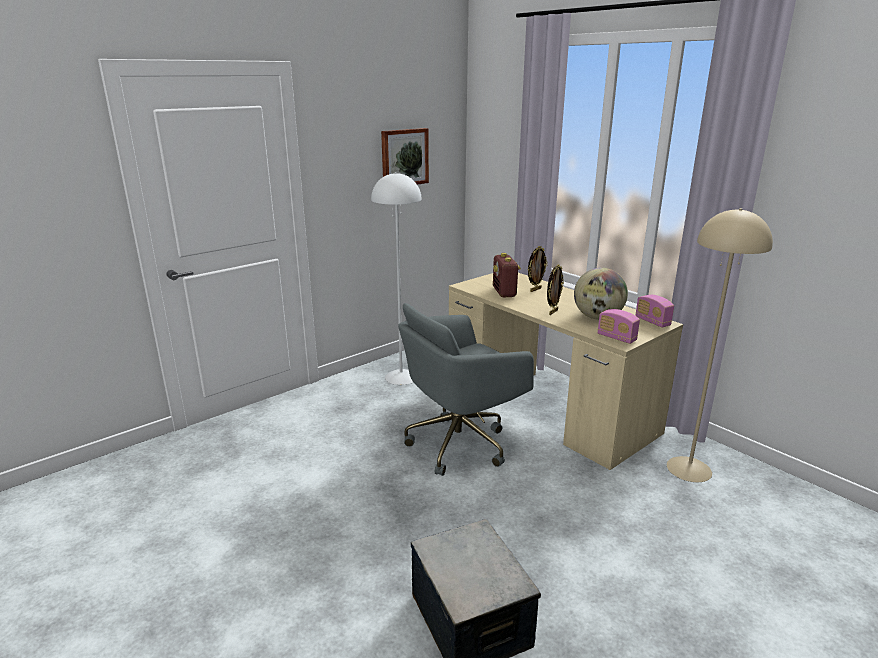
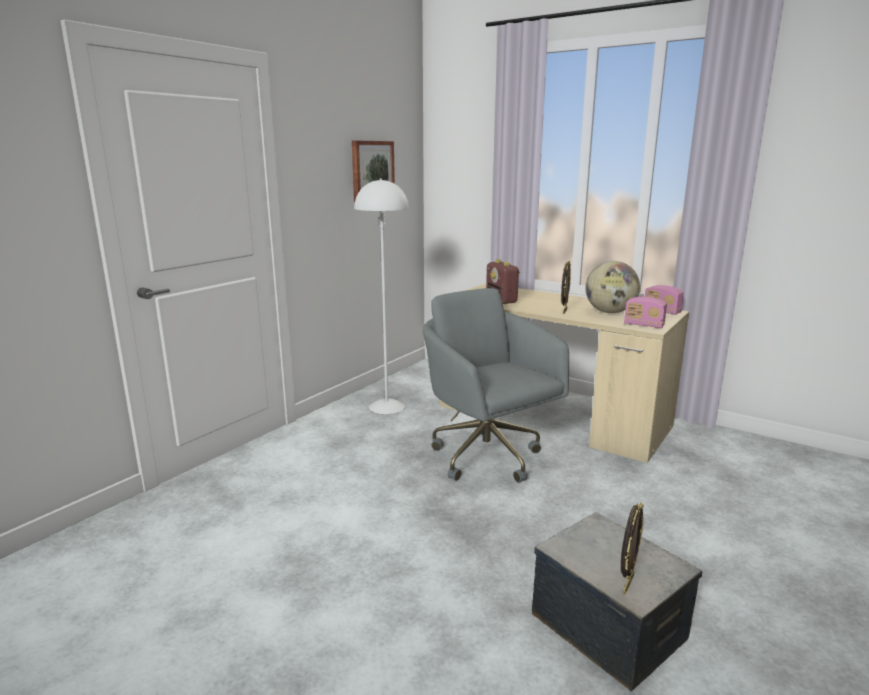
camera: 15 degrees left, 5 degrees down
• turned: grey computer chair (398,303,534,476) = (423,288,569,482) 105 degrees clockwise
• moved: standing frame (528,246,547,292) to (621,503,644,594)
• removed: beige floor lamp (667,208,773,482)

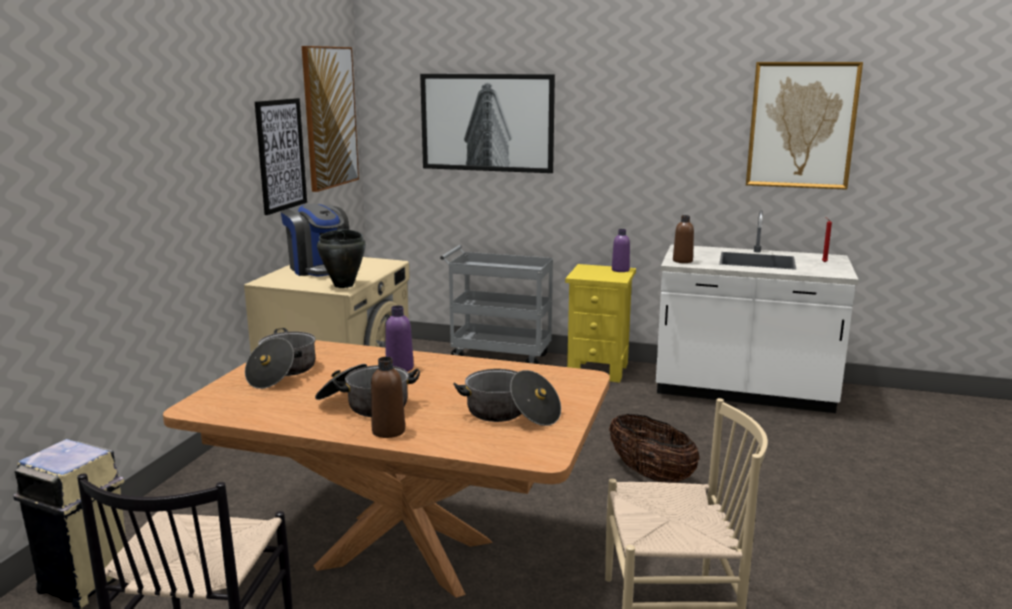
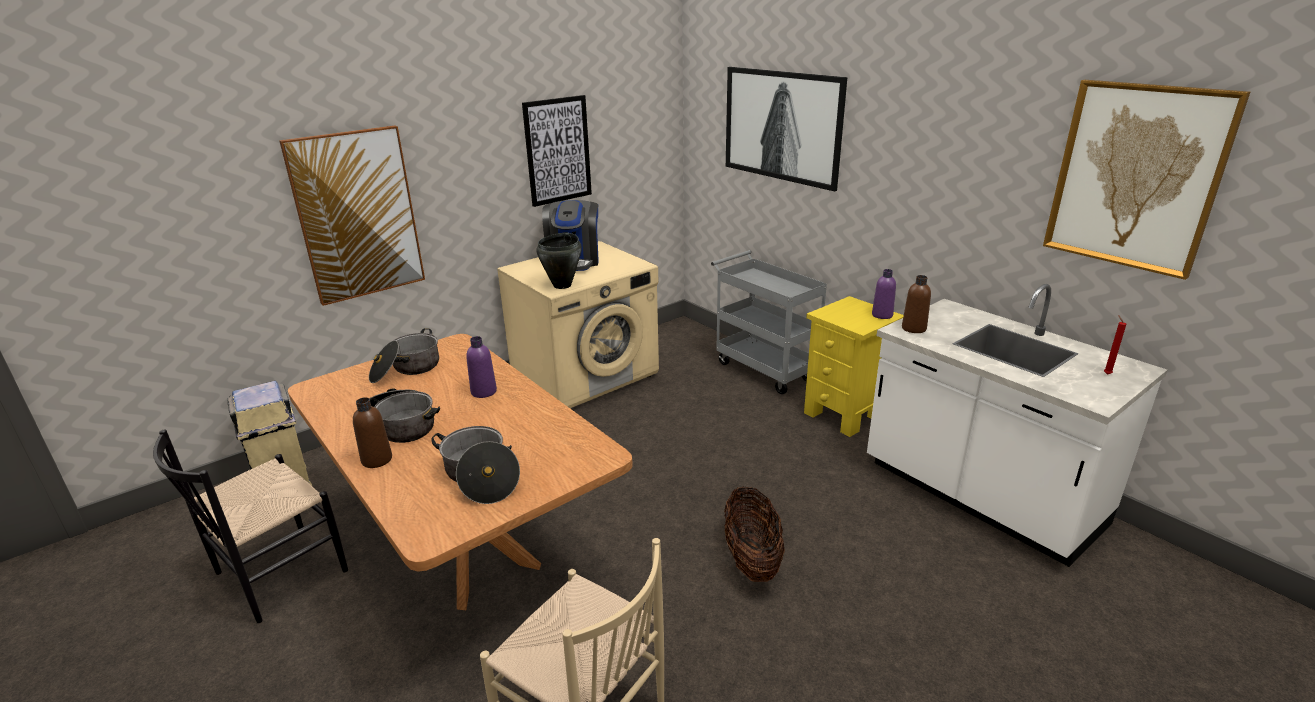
camera: 35 degrees right, 10 degrees up
• moved: picture (302,46,359,192) to (279,126,425,306)

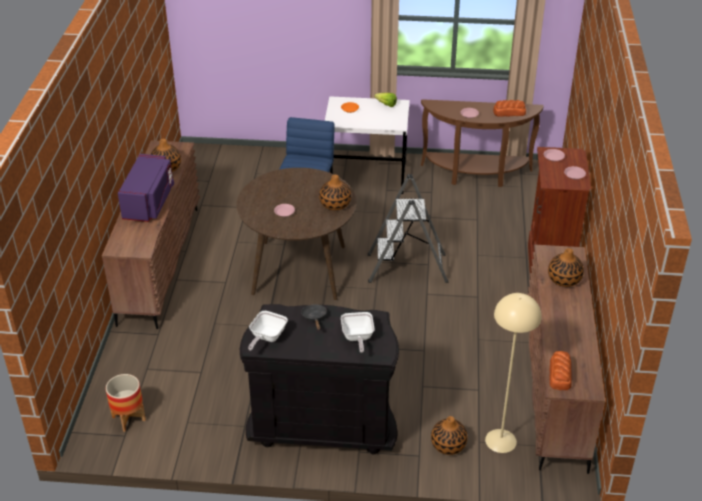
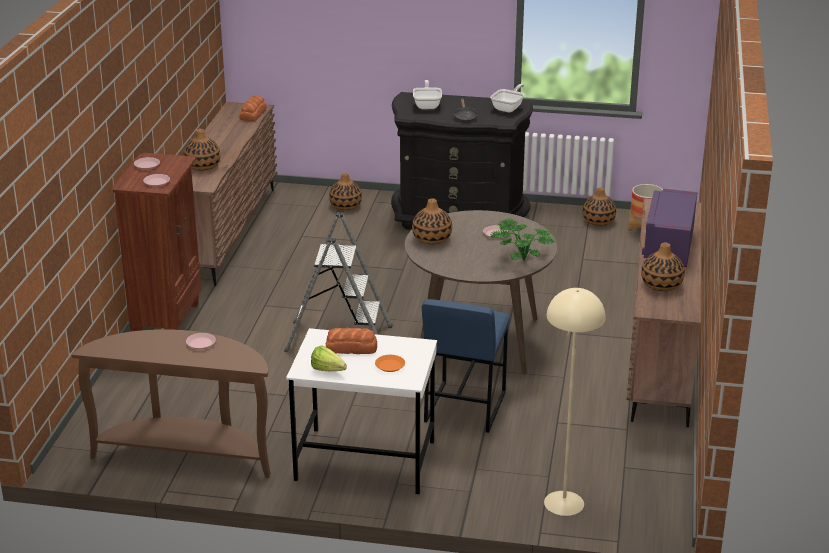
camera: 175 degrees left, 10 degrees down
• moved: beige floor lamp (485,293,542,453) to (544,288,605,516)
• moved: baked bread (493,100,526,117) to (326,328,377,354)
• added: potted plant (490,218,555,261)
• added: vase (583,187,616,226)

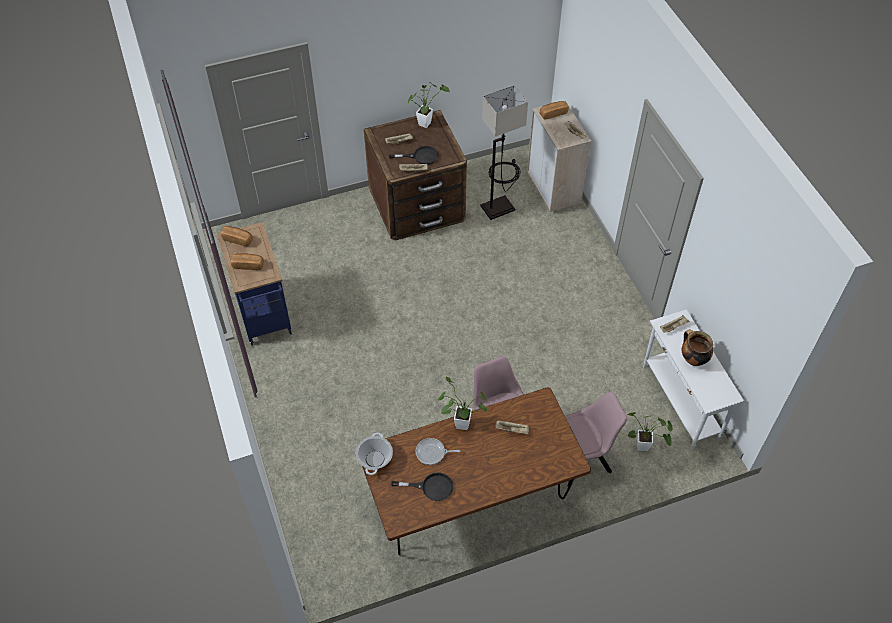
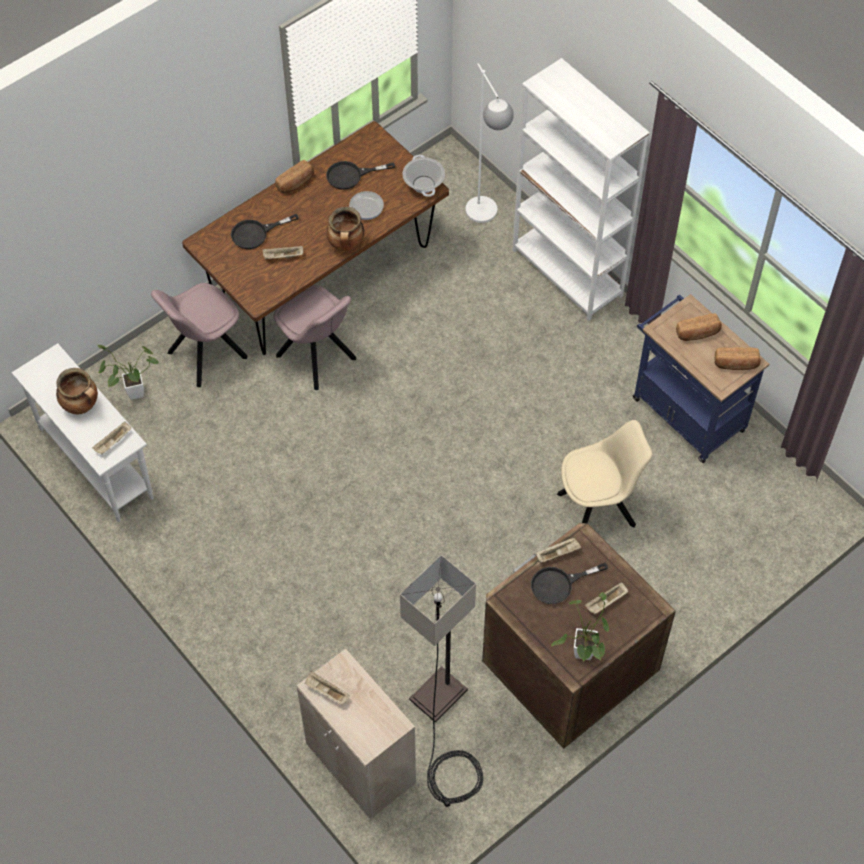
camera: 160 degrees right, 5 degrees up
• replaced: potted plant (438,376,487,430) to saucepot (326,207,364,252)
• moved: baked bread (540,101,569,119) to (275,160,314,194)
• added: black-coloured pan (231,214,299,249)
• added: whitish floor lamp (466,63,514,223)
• added: whitish shelving unit (513,58,650,321)
• added: beige plain chair (557,420,652,527)

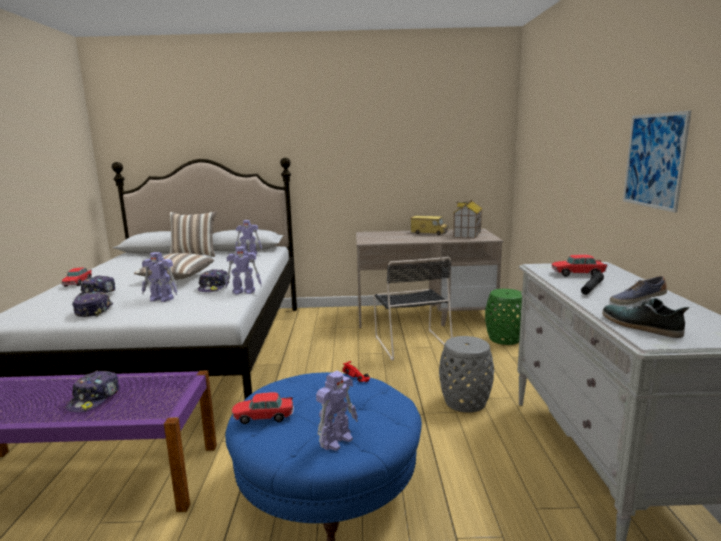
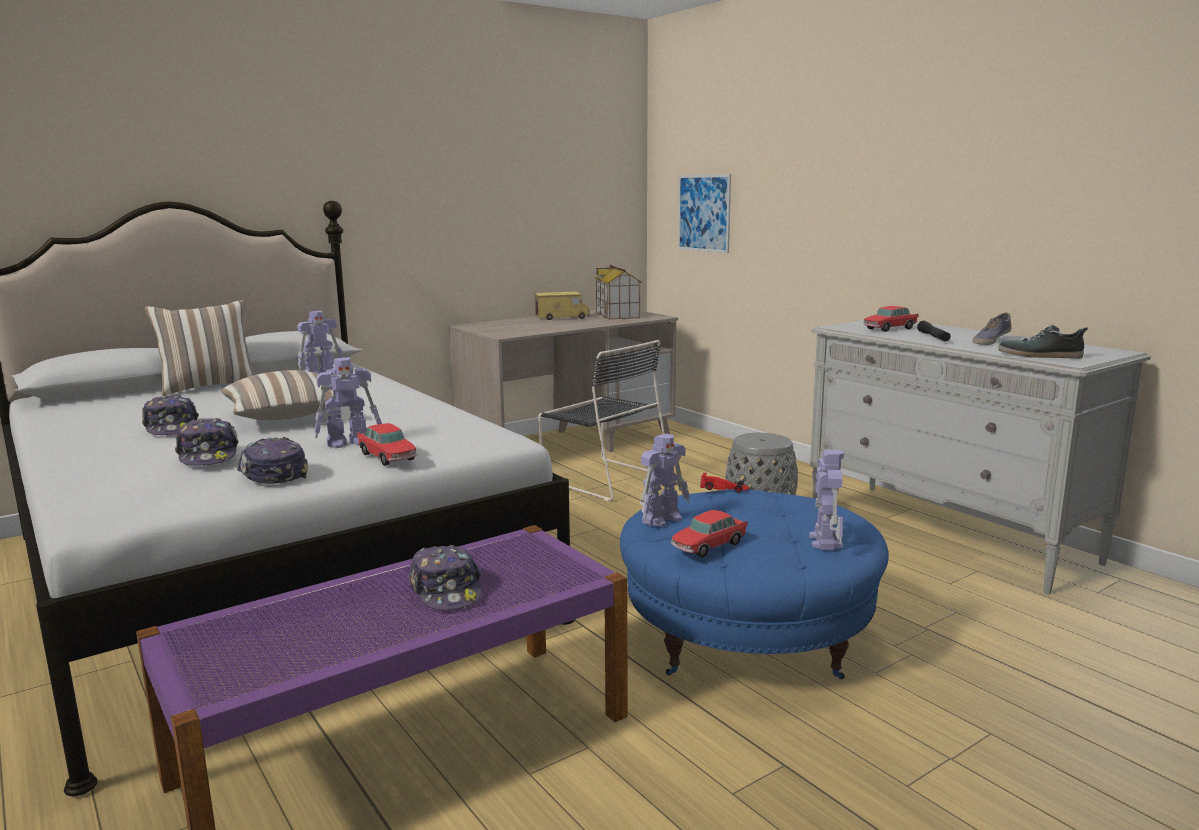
camera: 35 degrees left, 0 degrees up
• moved: miniature car (62,268,92,287) to (357,423,417,466)
• moved: peaked cap (198,269,229,292) to (142,395,199,435)
• moved: toy robot (225,246,262,295) to (640,433,690,527)
• removed: greenish stool (485,289,522,345)
• moved: picture (623,111,691,213) to (678,174,731,253)

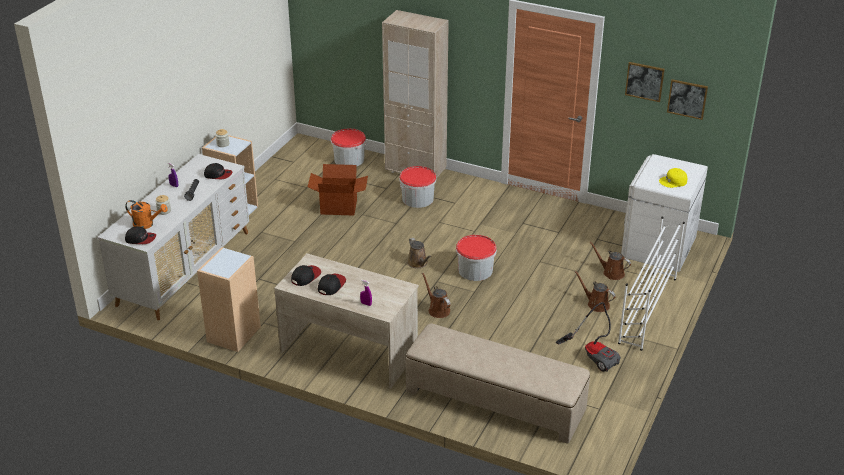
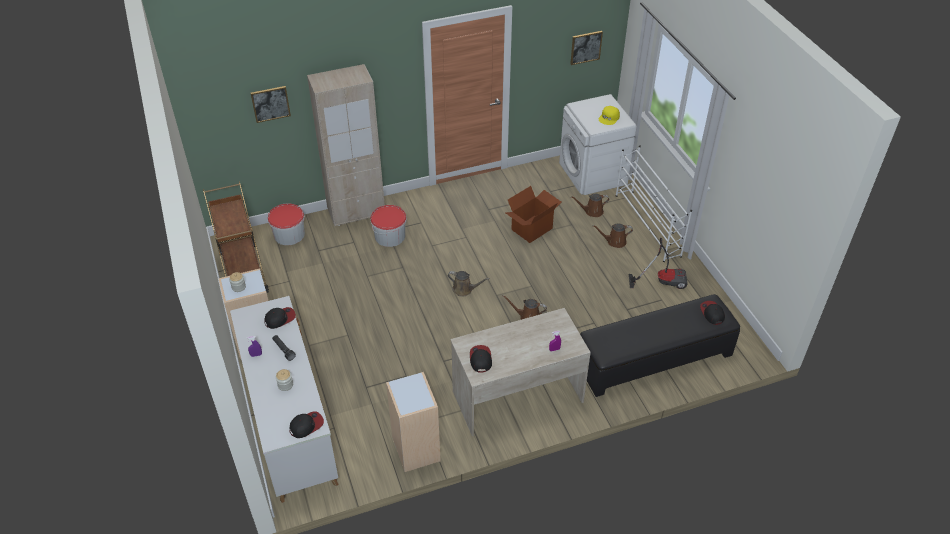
camera: 45 degrees left, 10 degrees up
• removed: orange sprinkling can (125,200,168,229)
• moved: packing box (308,164,368,215) to (505,186,561,243)
• moved: peaked cap (318,274,346,295) to (700,301,725,325)
• recoloured: beige indoor bench (406,323,590,444) to black-coloured indoor bench (580,294,740,397)
• removed: pail (456,235,497,281)
• moved: picture (625,62,665,102) to (251,86,291,123)
• added: brown cart (203,181,269,293)

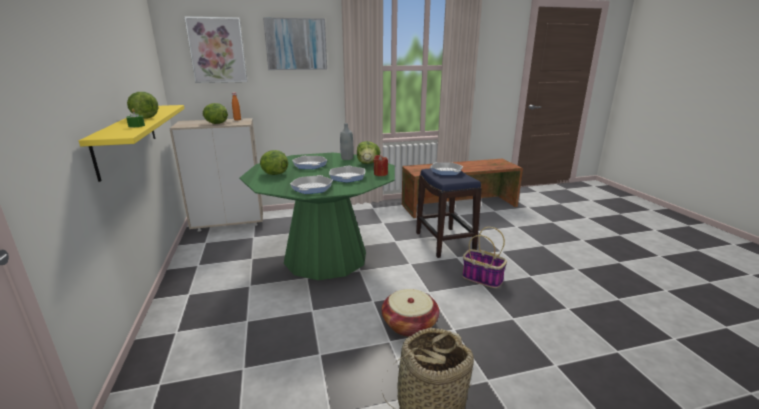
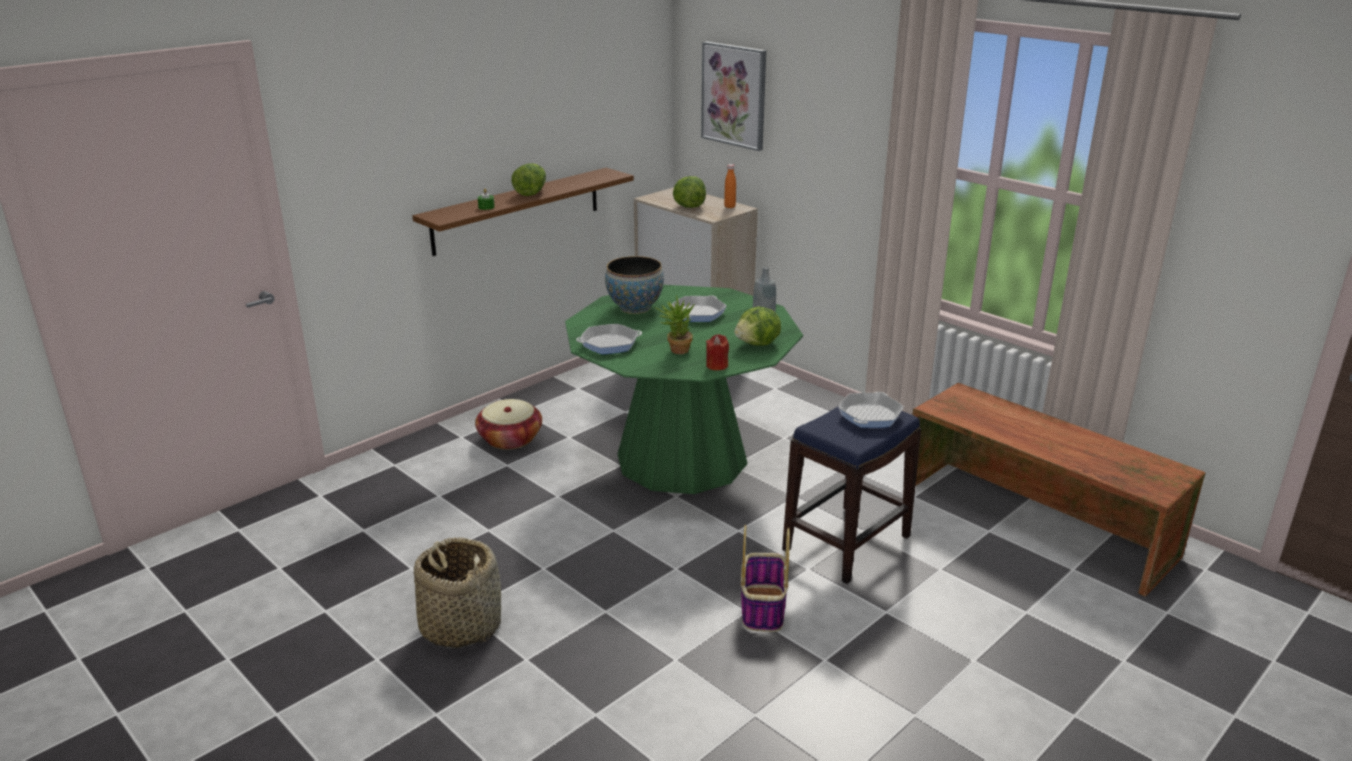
camera: 60 degrees right, 5 degrees up
• recoloured: yellow bracket shelf (79,105,185,182) to brown bracket shelf (412,168,634,256)
• replaced: head of lettuce (260,150,288,175) to serving bowl (605,256,664,314)
• removed: picture (263,17,327,70)
• replaced: pan (329,166,365,183) to potted plant (654,295,695,354)
• moved: basket (382,289,439,337) to (475,399,542,450)

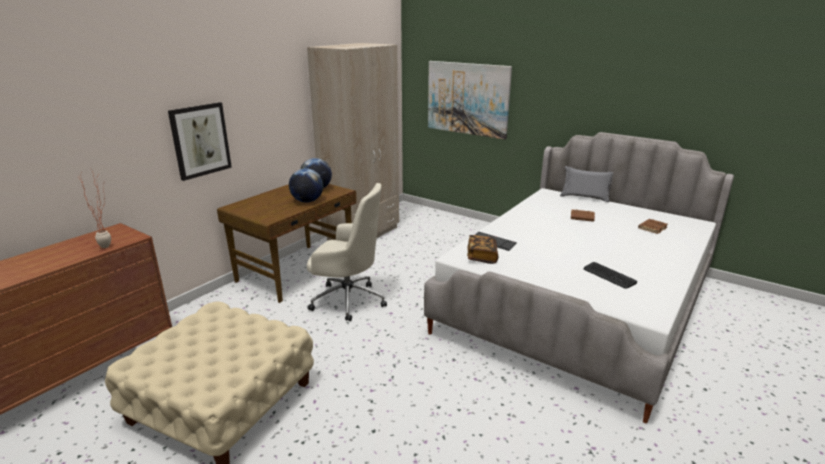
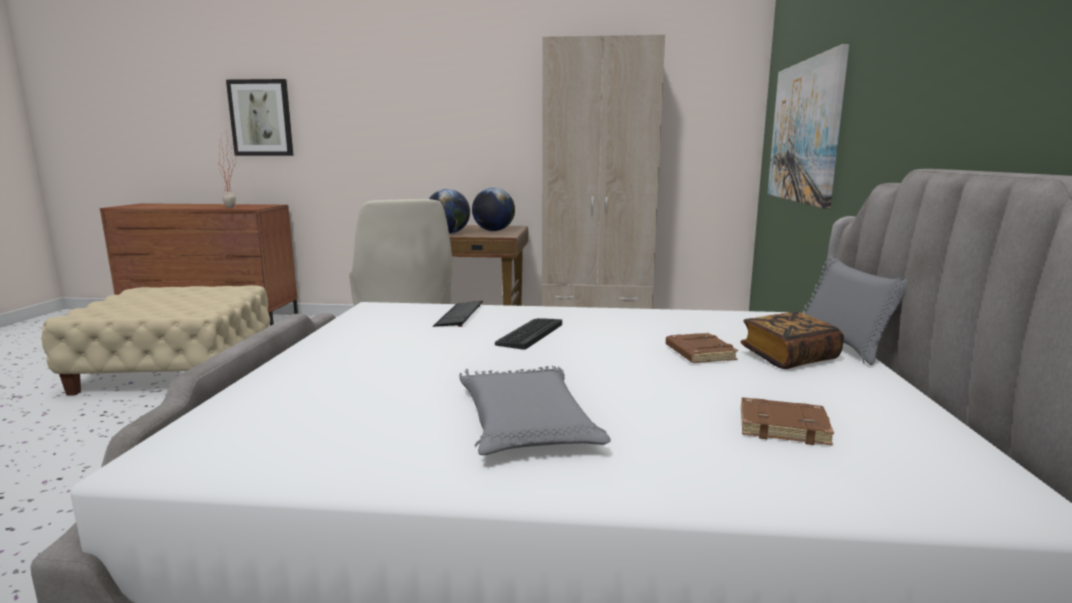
camera: 60 degrees right, 10 degrees down
• moved: picture (168,102,232,181) to (226,79,294,156)
• moved: bound book (467,235,498,264) to (740,312,844,369)
• moved: keyboard (584,262,637,289) to (495,318,562,350)
• added: grey throw pillow (459,365,611,455)

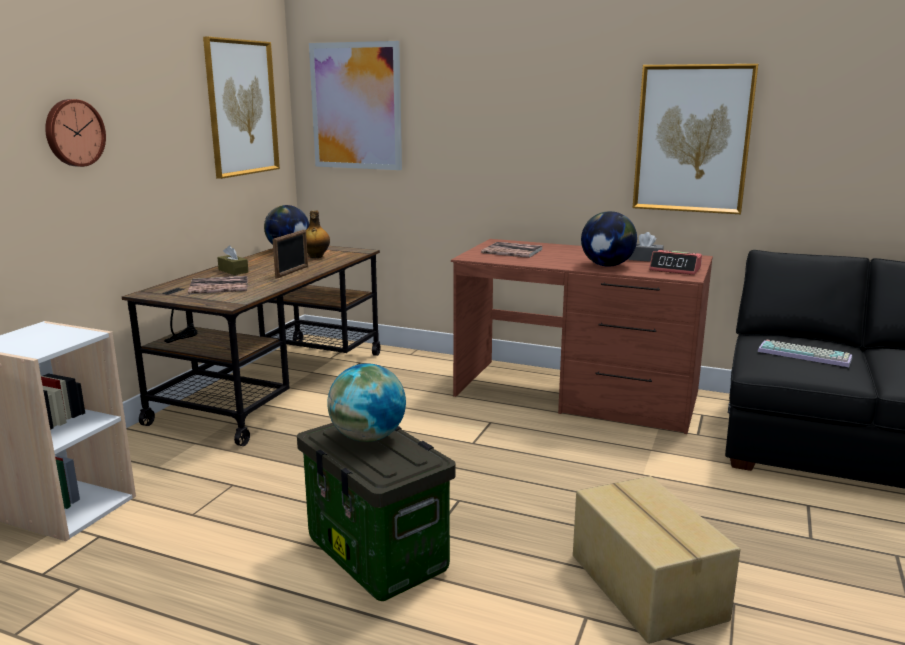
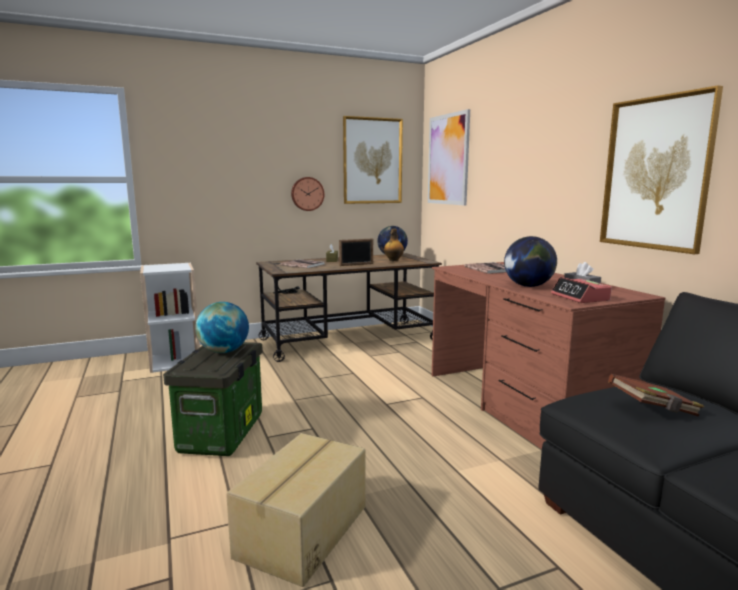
camera: 45 degrees right, 5 degrees down
• moved: clock on the wall (45,99,106,167) to (291,177,324,211)
• replaced: keyboard (758,340,852,367) to brown bound book (608,374,704,417)

